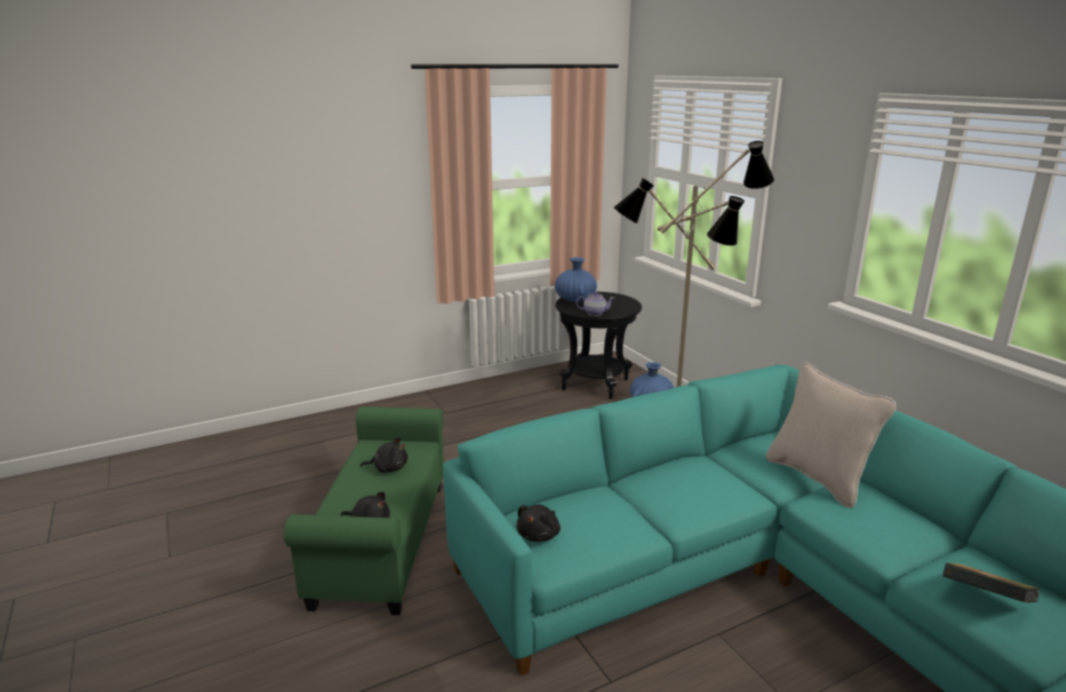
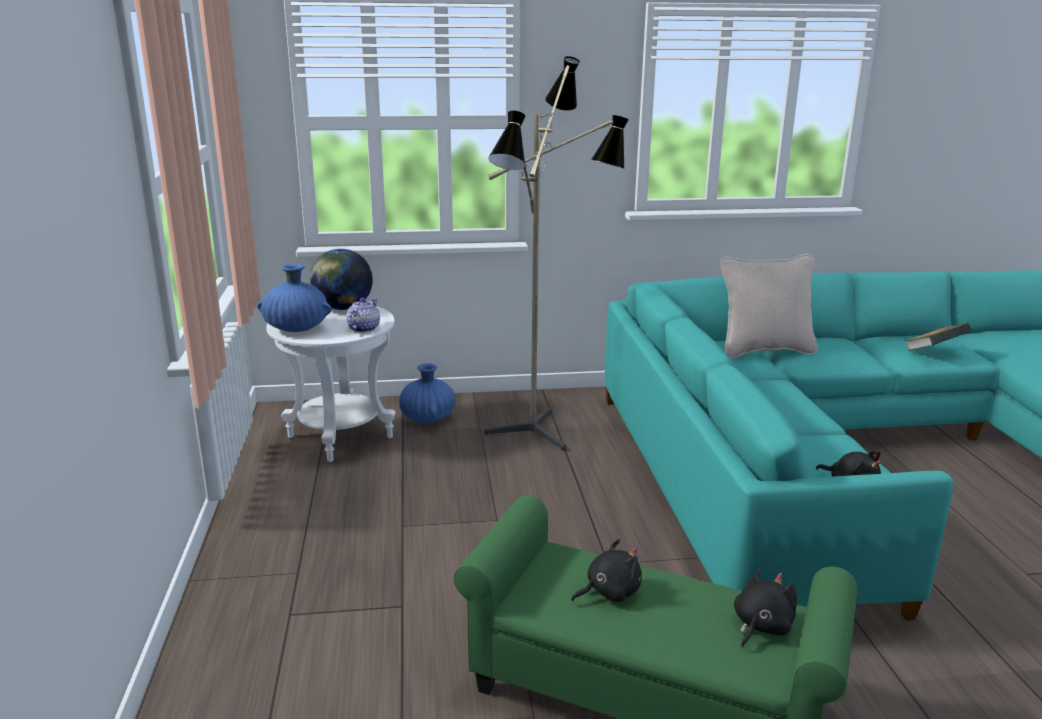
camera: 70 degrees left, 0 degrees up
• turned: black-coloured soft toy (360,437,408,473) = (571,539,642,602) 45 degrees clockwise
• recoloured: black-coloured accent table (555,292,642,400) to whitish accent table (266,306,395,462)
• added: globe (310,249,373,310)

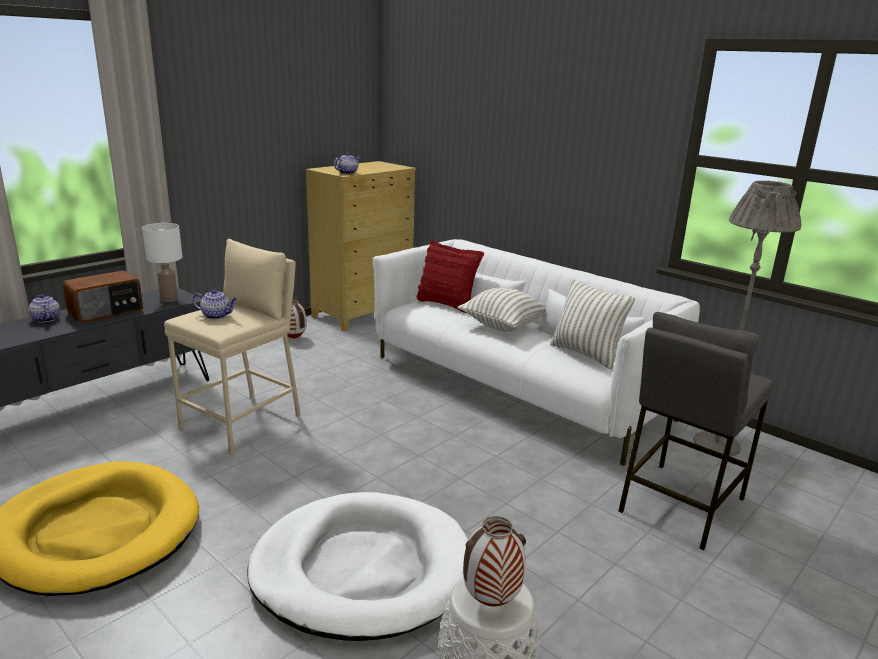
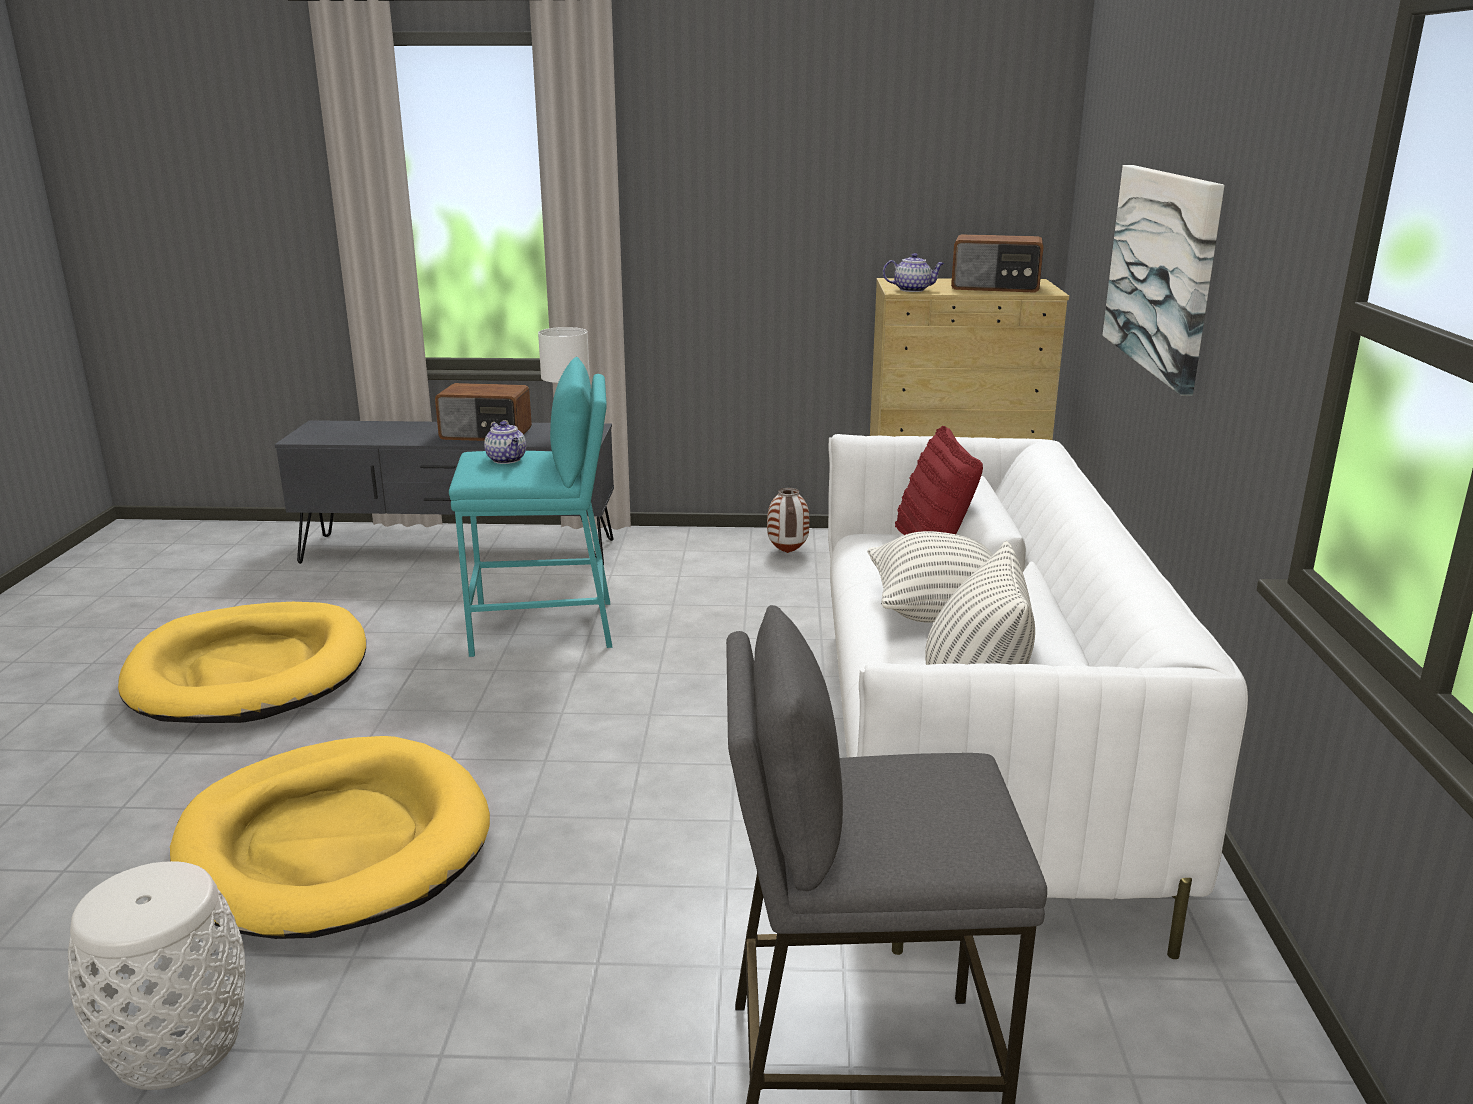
camera: 50 degrees right, 0 degrees up
• removed: pot for tea (29,294,60,323)
• recoloured: beige stool (164,239,301,455) to turquoise-coloured stool (449,357,612,657)
• recoloured: whitish dog cushion (247,492,468,641) to yellow dog cushion (170,736,490,939)
• removed: vase (463,516,526,606)
• removed: grey floor lamp (693,181,801,457)
• added: radio (951,234,1044,293)
• added: picture (1103,165,1225,396)

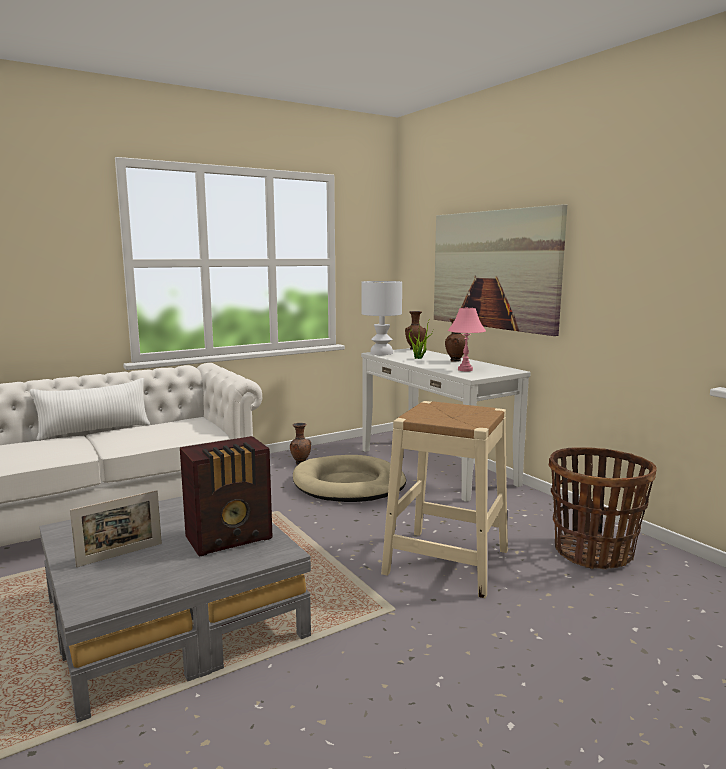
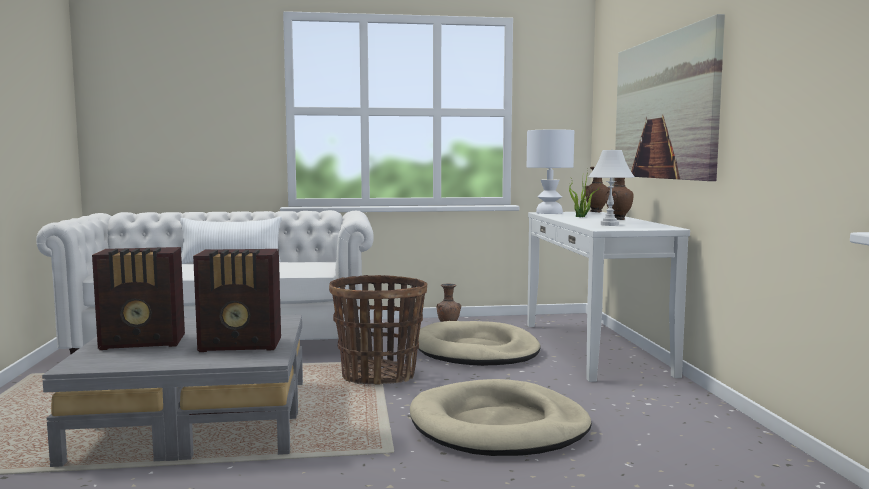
camera: 25 degrees right, 5 degrees down
• replaced: standing frame (70,490,162,567) to radio (92,247,185,350)
• replaced: beige stool (381,401,508,598) to beige dog cushion (410,379,592,456)
• recoloured: pink lamp for a table (448,308,486,371) to whitish lamp for a table (588,149,634,226)
• moved: basket (548,447,657,570) to (329,275,427,385)

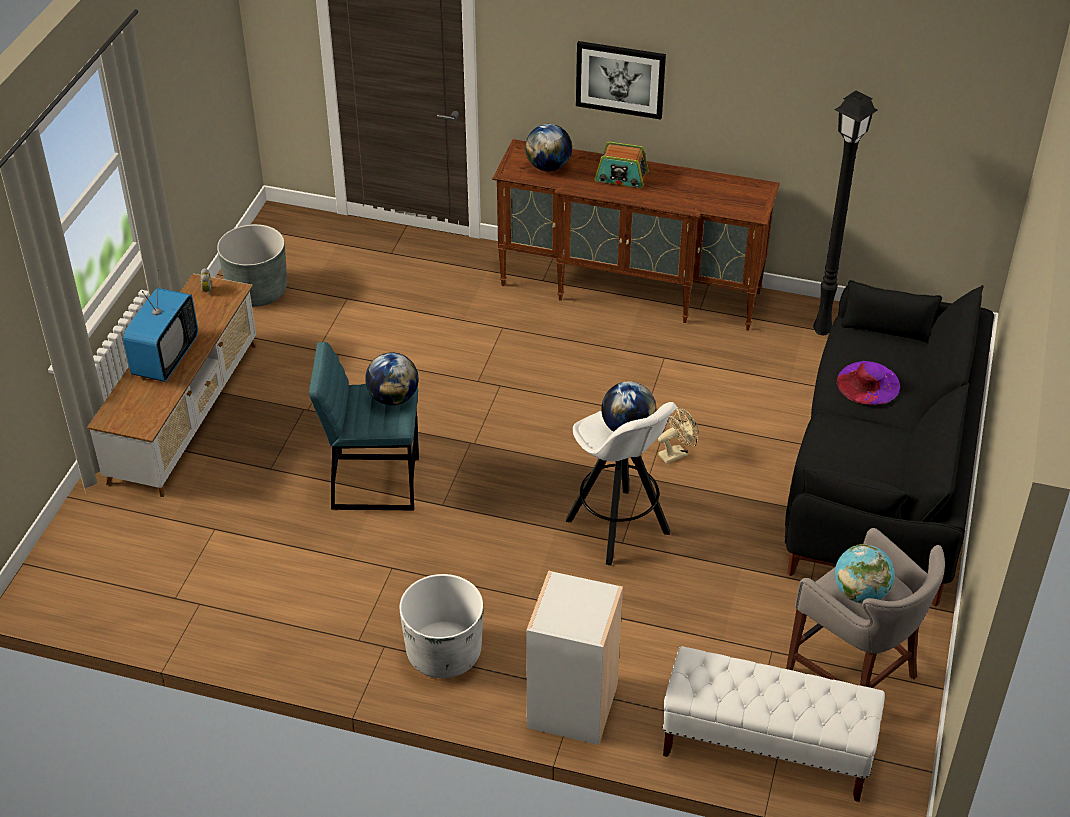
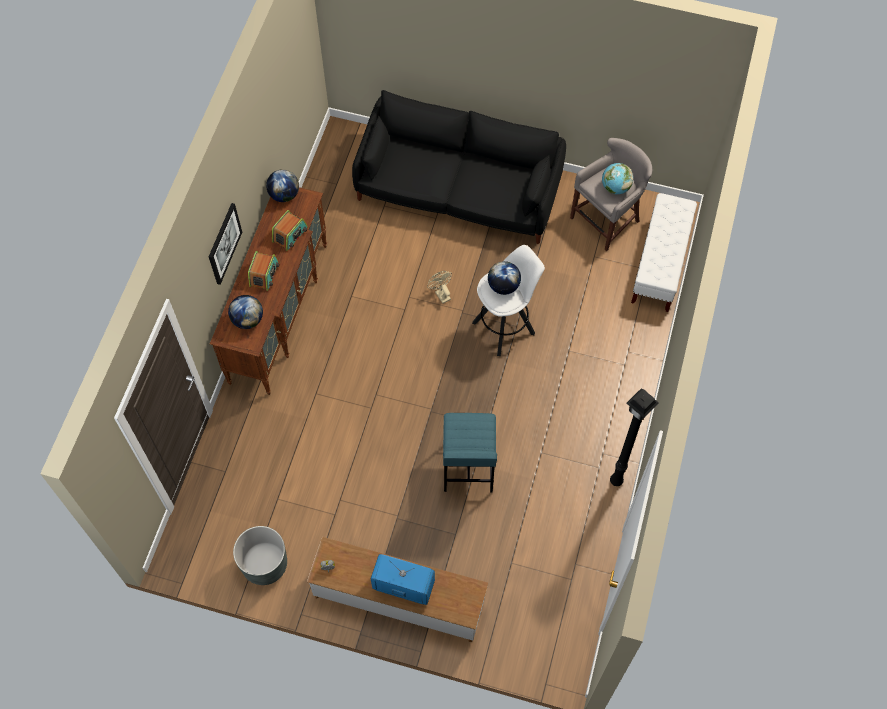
camera: 90 degrees left, 20 degrees up
• moved: globe (365,352,419,405) to (266,169,299,202)
• removed: whitish plant pot (399,574,483,678)
• removed: shelving unit (526,571,623,745)
• moved: black-coloured floor lamp (813,91,878,335) to (610,388,659,486)
• removed: purplish wearable hat (836,361,900,405)
• added: radio (272,210,308,251)

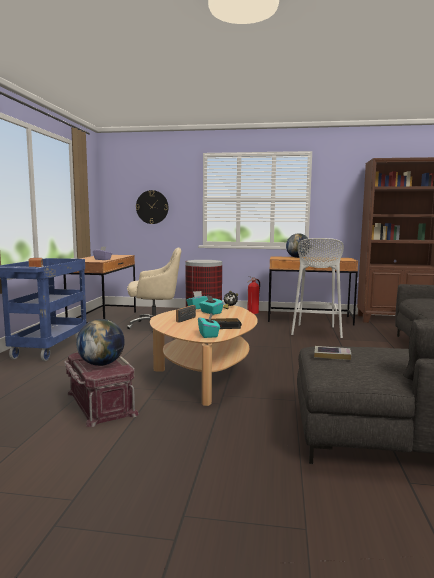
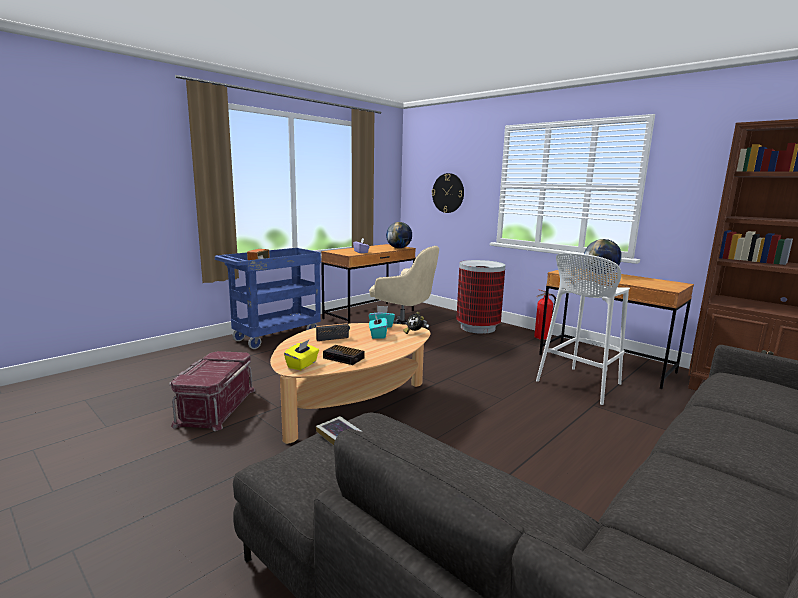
camera: 35 degrees right, 5 degrees up
• moved: globe (76,319,125,366) to (386,222,412,248)
• recoloured: turquoise-coloured tissue holder (198,313,220,338) to yellow tissue holder (284,340,319,370)

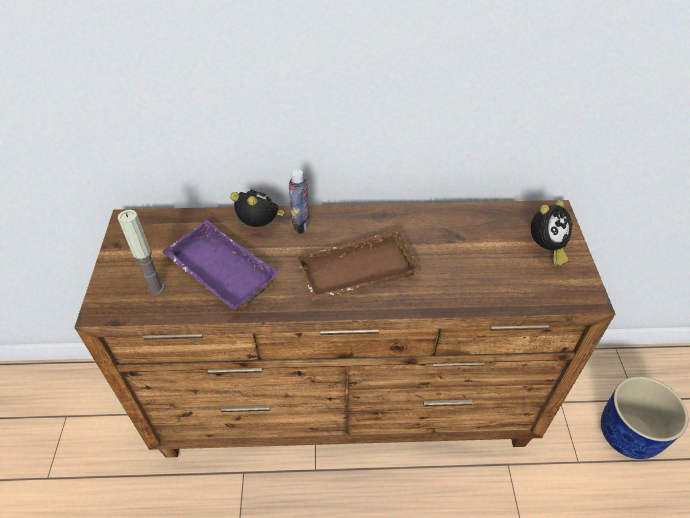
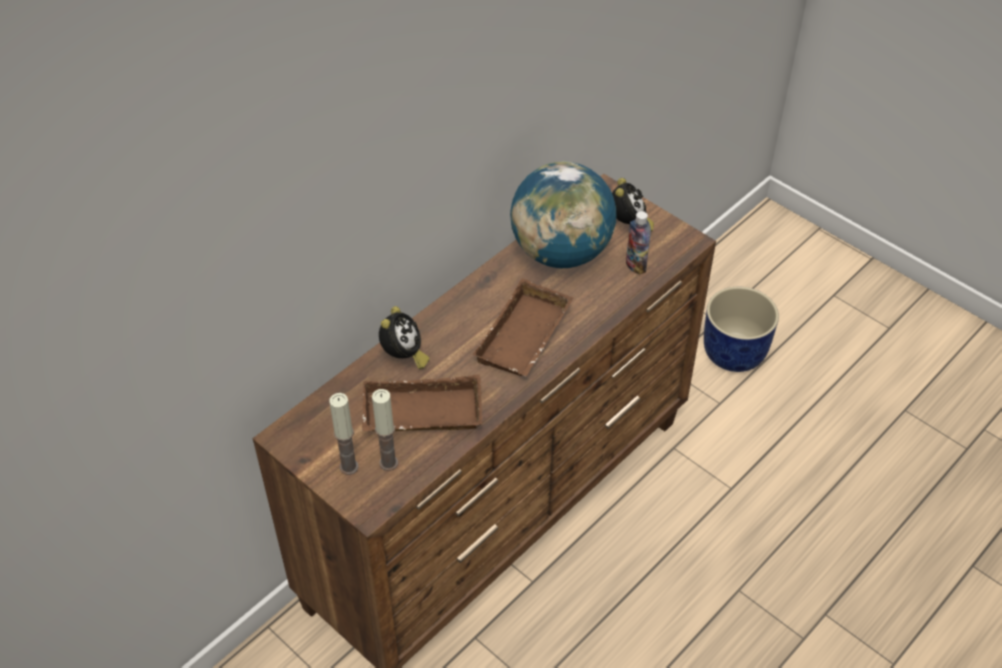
camera: 45 degrees left, 0 degrees up
• recoloured: purplish serving tray (162,220,279,311) to brown serving tray (362,374,483,431)
• turned: table clock (230,189,285,227) = (379,306,429,369) 120 degrees clockwise
• moved: drink bottle (289,169,310,234) to (626,211,651,275)
• added: candle (329,393,359,475)
• added: globe (510,161,616,268)

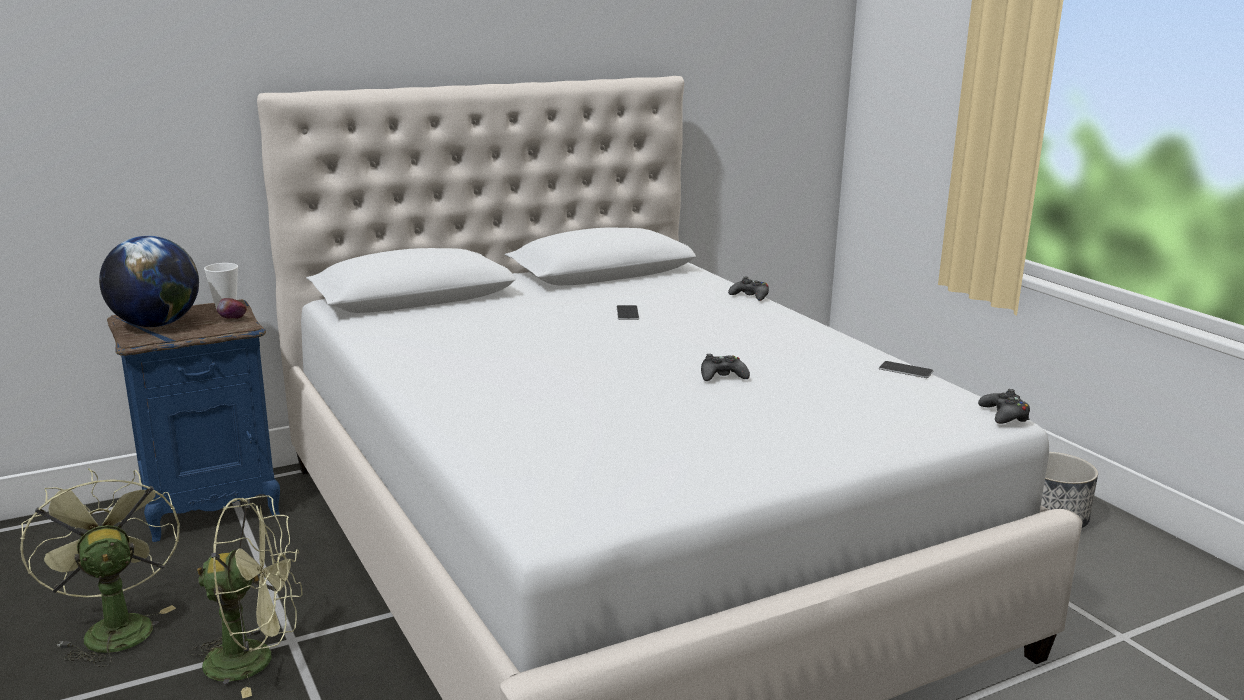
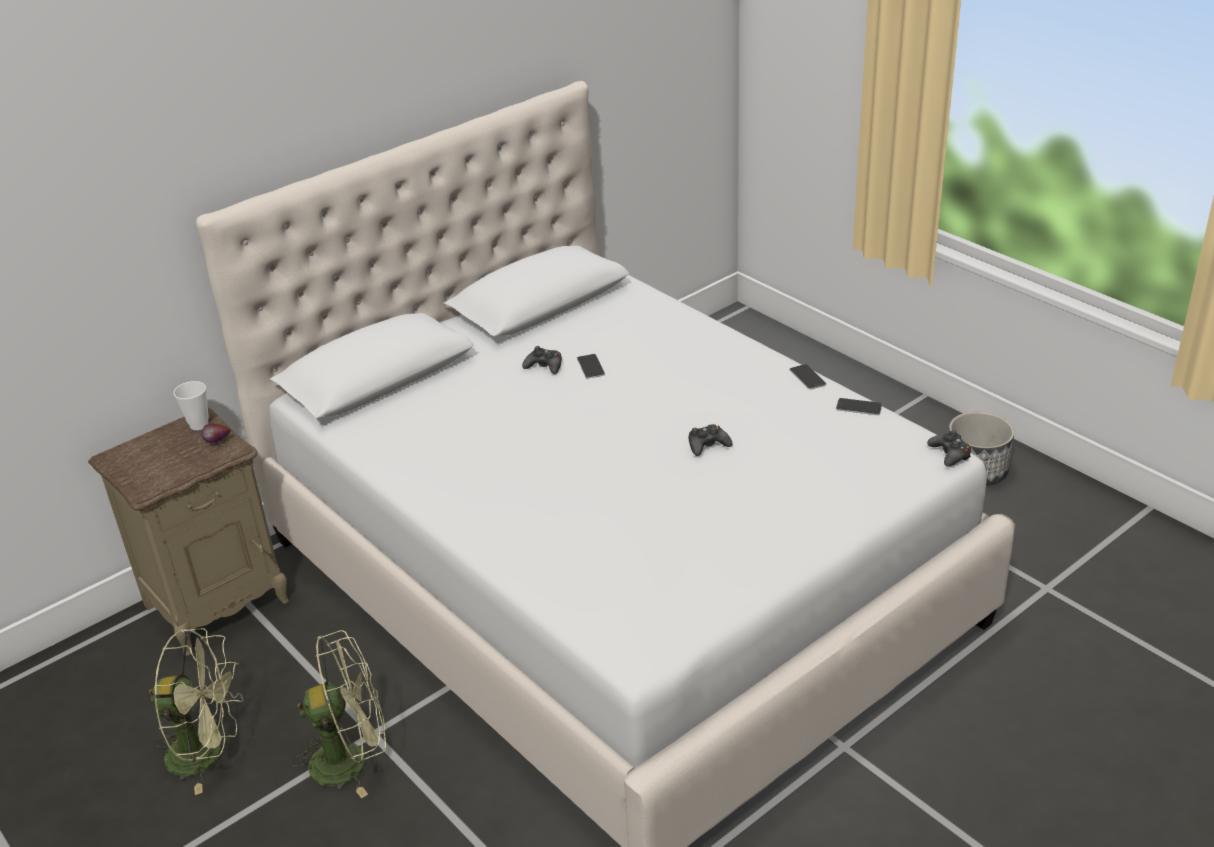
camera: 10 degrees left, 15 degrees up
• turned: greenish cooling fan (20,468,180,667) = (149,628,243,795) 135 degrees clockwise
• removed: globe (99,236,199,327)
• recoloured: blue-coloured bedside table (107,299,280,542) to beige bedside table (88,407,289,656)
• moved: black-coloured joypad (728,277,769,301) to (522,346,562,374)
• added: phone (789,364,827,390)

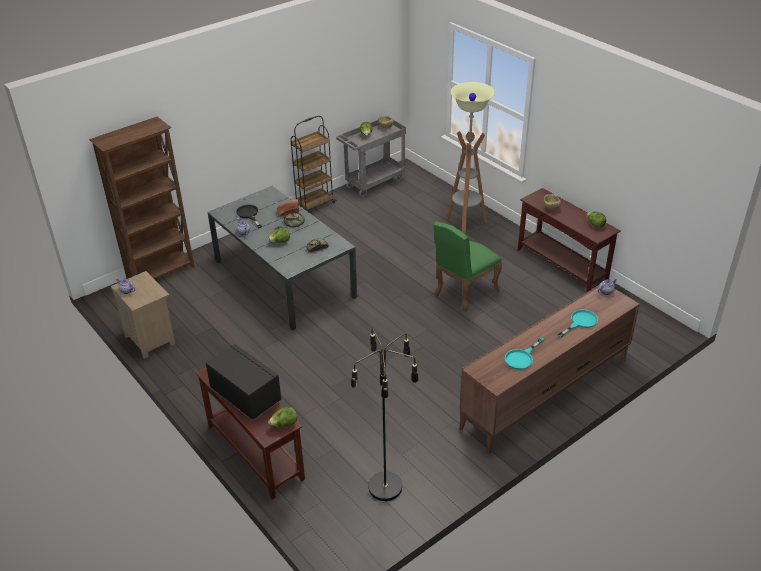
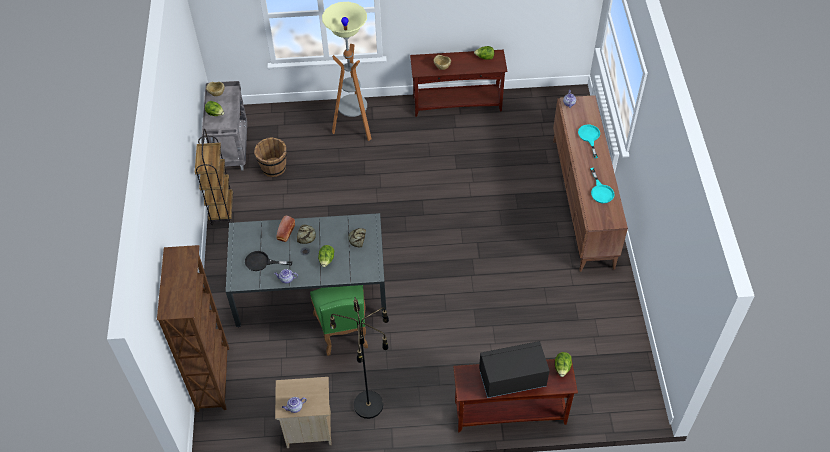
camera: 55 degrees left, 15 degrees up
• moved: floor lamp (351,329,419,501) to (330,297,389,419)
• moved: greenish plain chair (434,222,502,312) to (310,285,368,356)
• added: brown pail (254,137,287,177)

